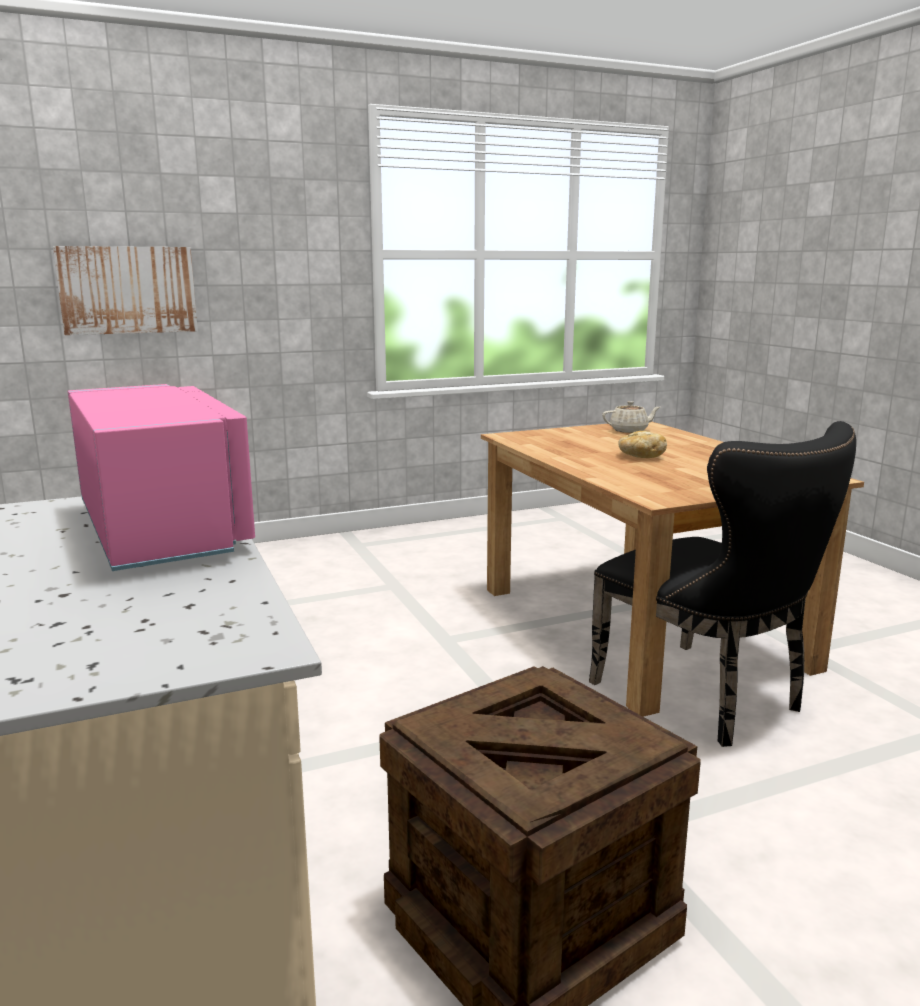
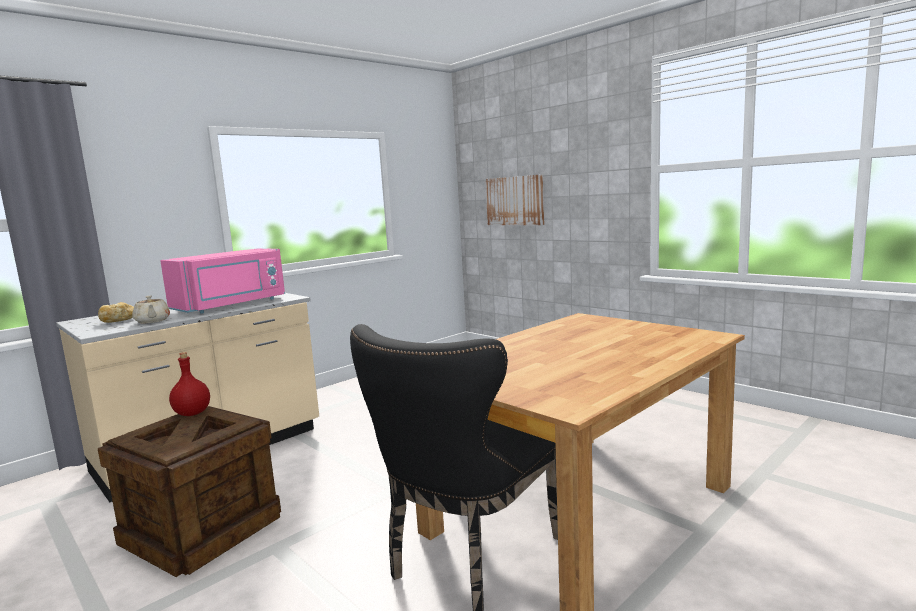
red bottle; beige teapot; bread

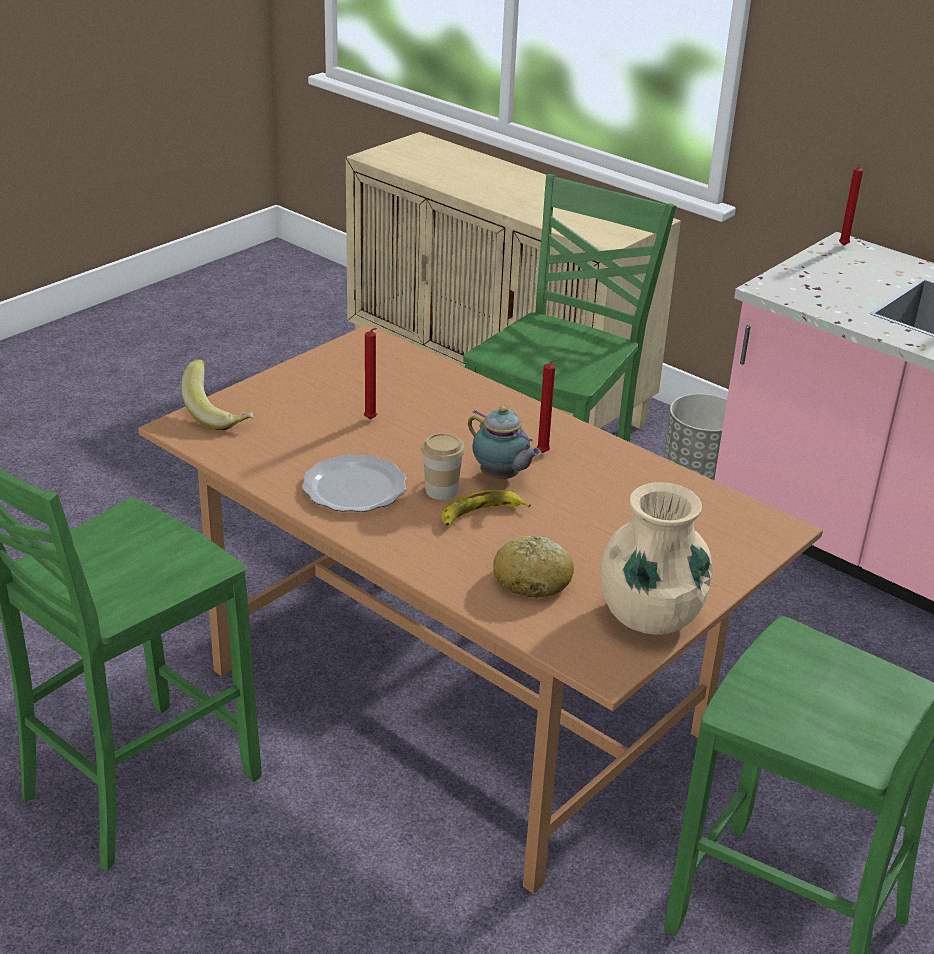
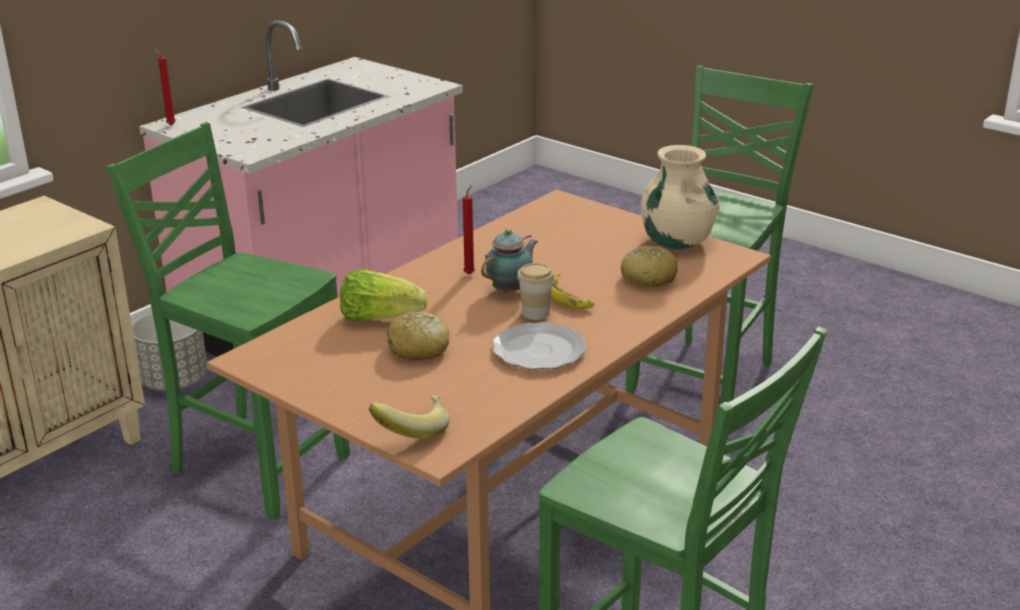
lettuce; bread (1st from left)

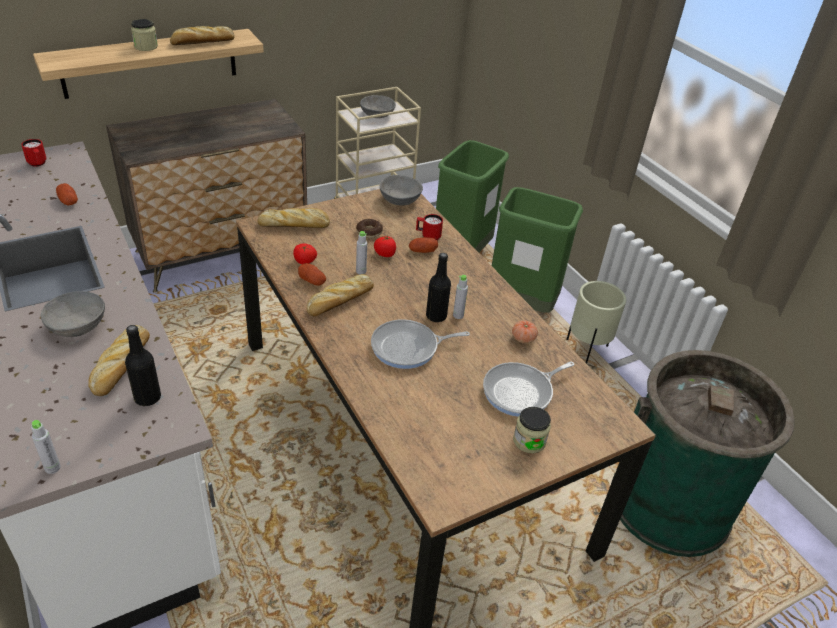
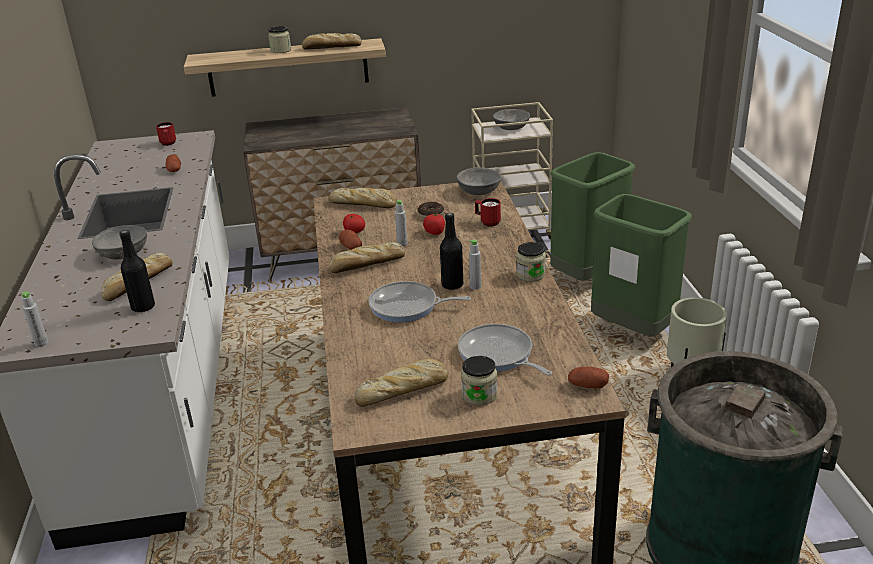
tomato (3rd from left in the first image); bread (5th from left); jar (3rd from left); potato (3rd from left); frying pan (2nd from left)

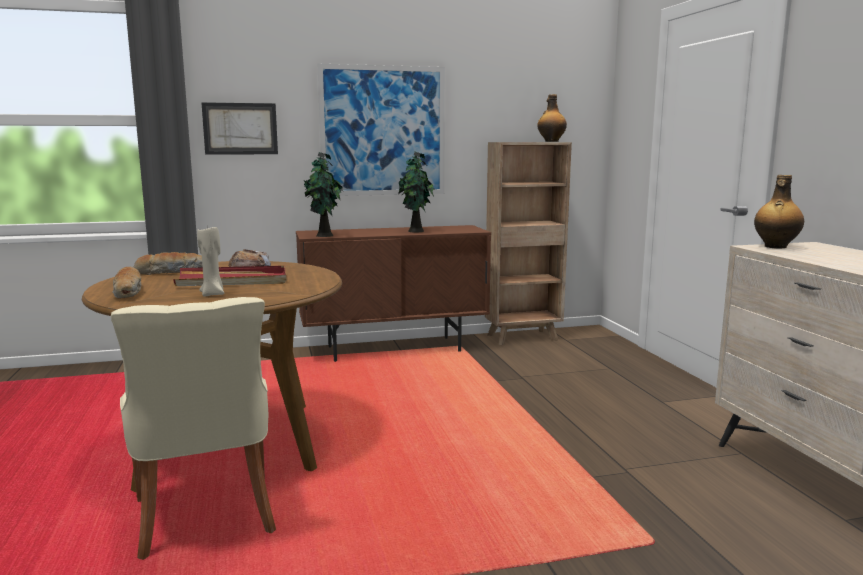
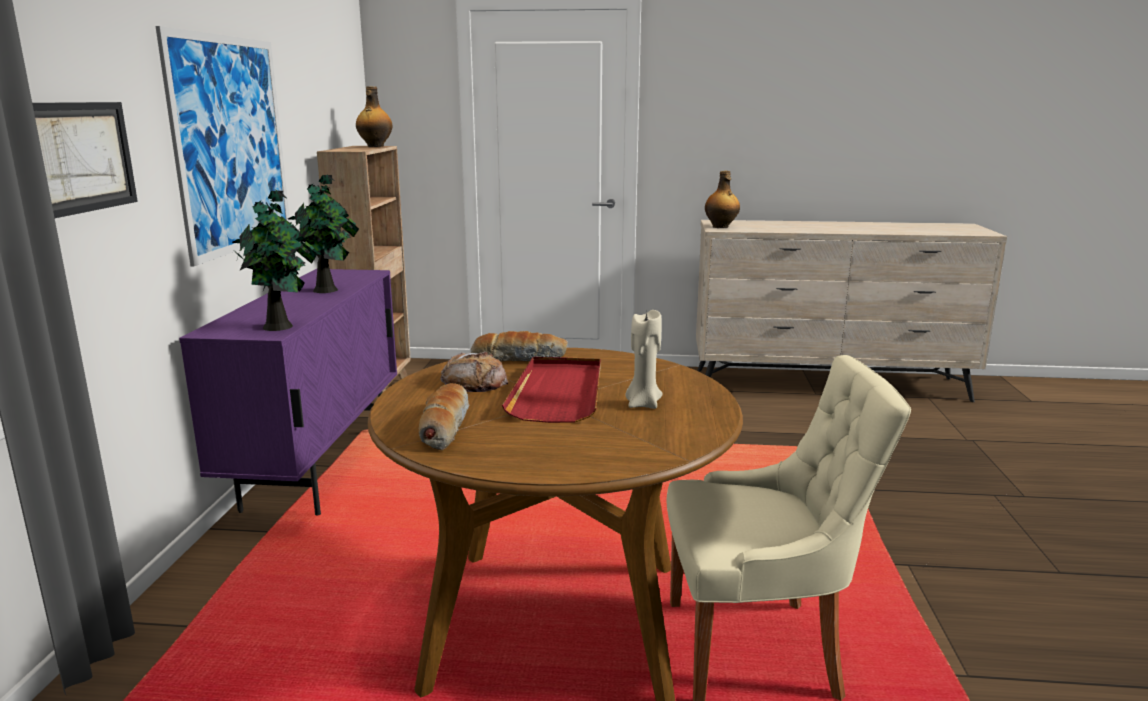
bread (3rd from left); purple cabinet

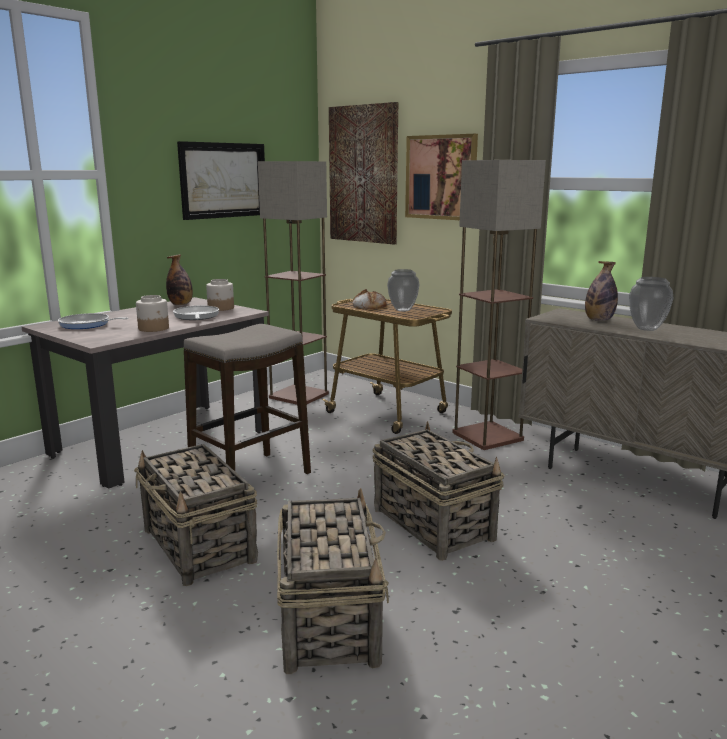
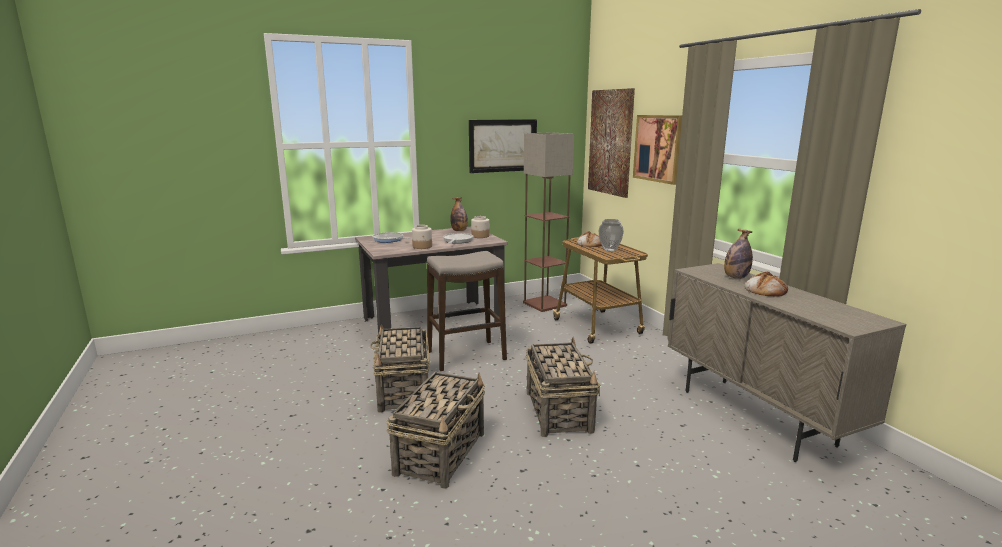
floor lamp (2nd from left in the first image); bread (2nd from left)

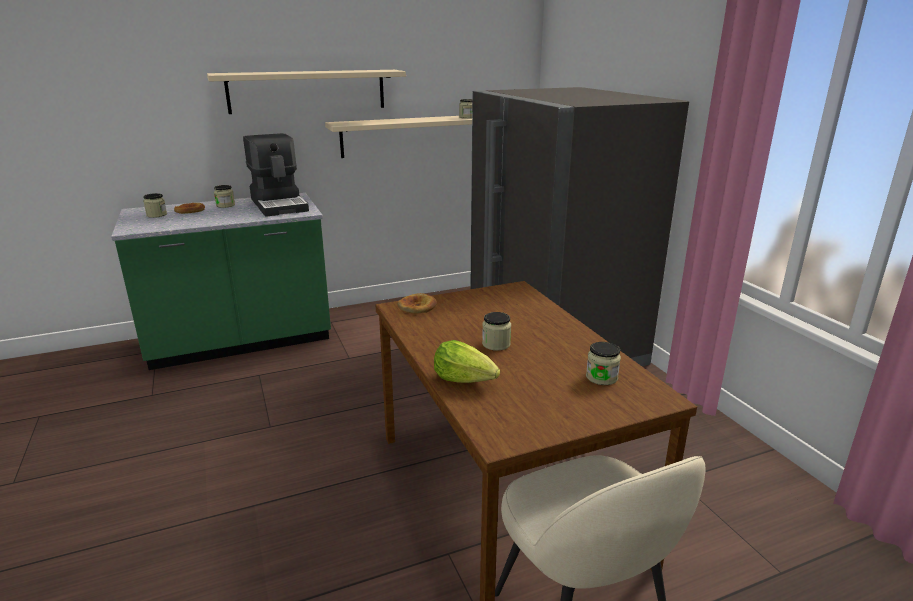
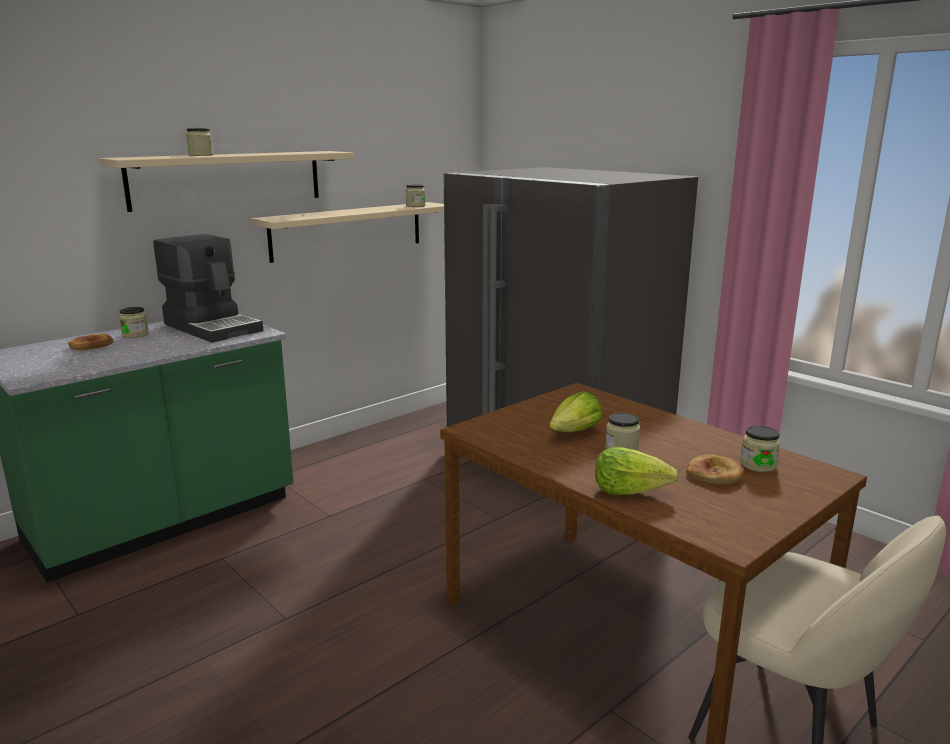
lettuce (1st from left); jar (2nd from left); bread (2nd from left)

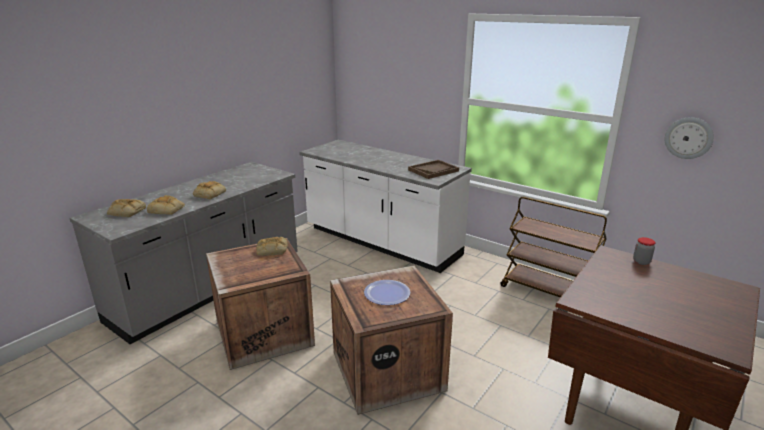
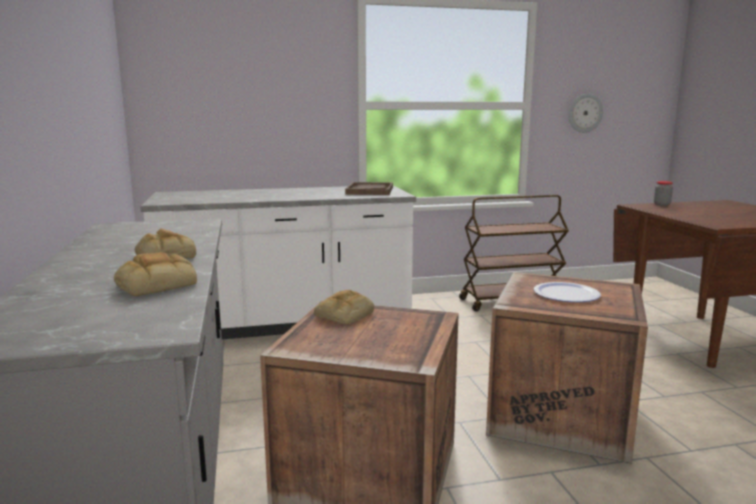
bread (1st from left in the first image)

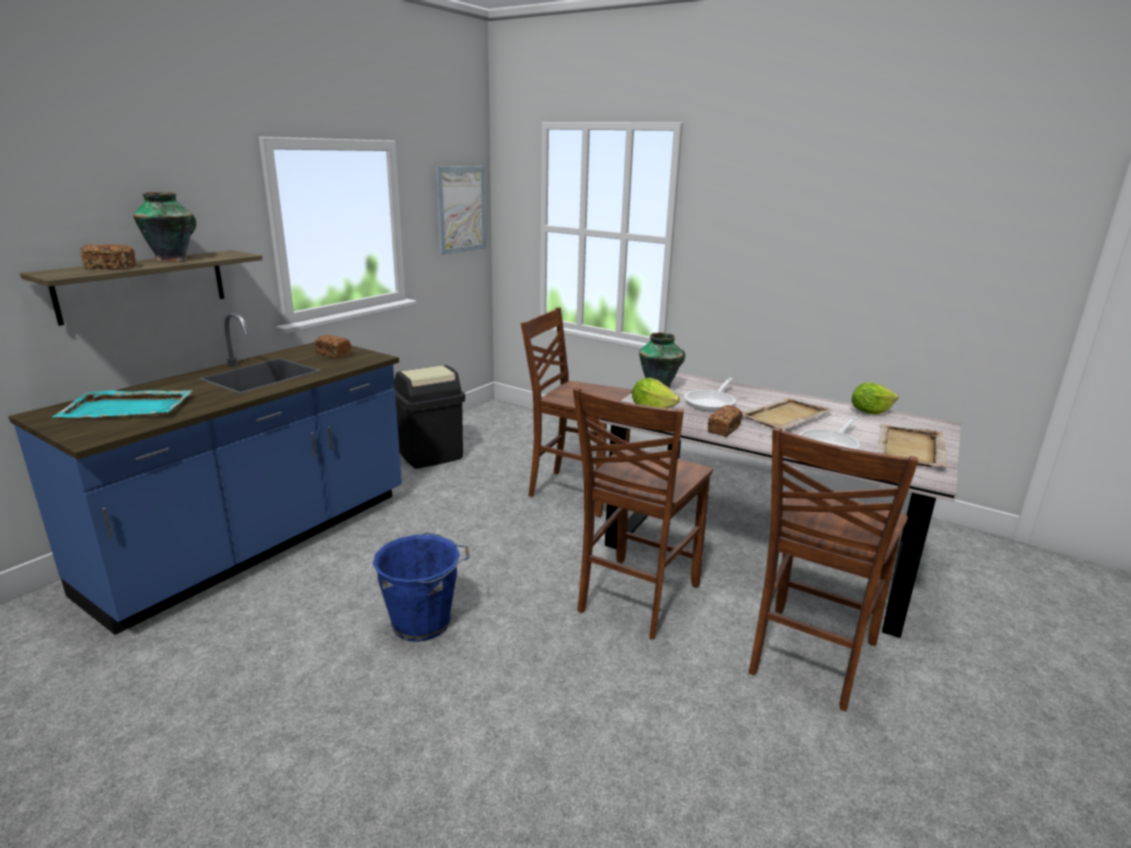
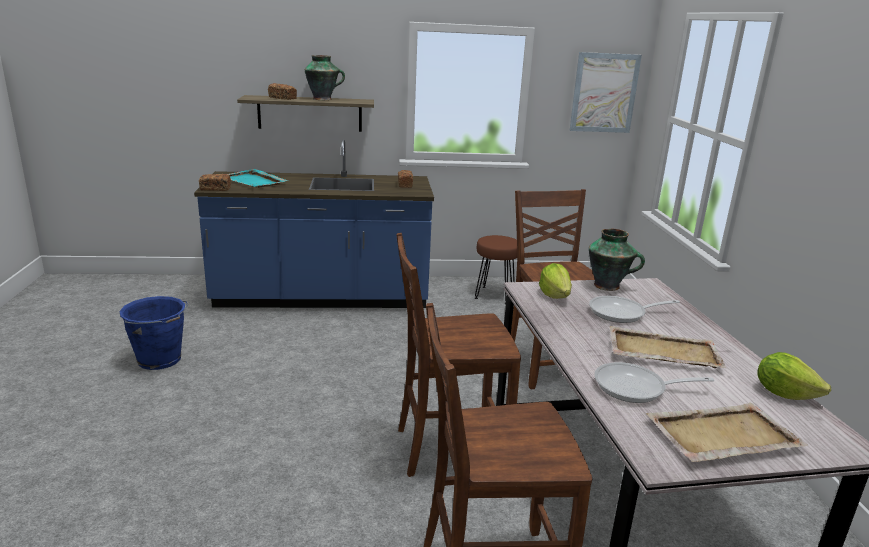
blue bucket; bread (1st from left); brown stool

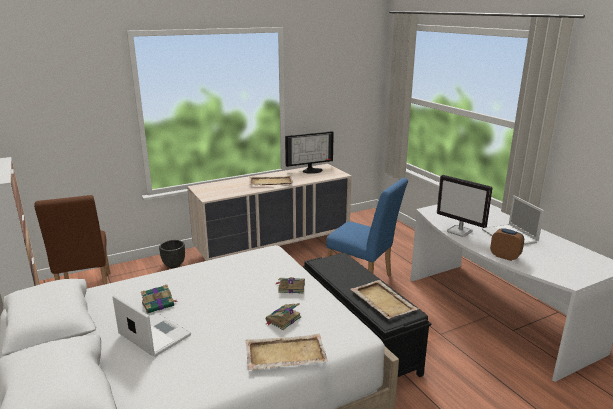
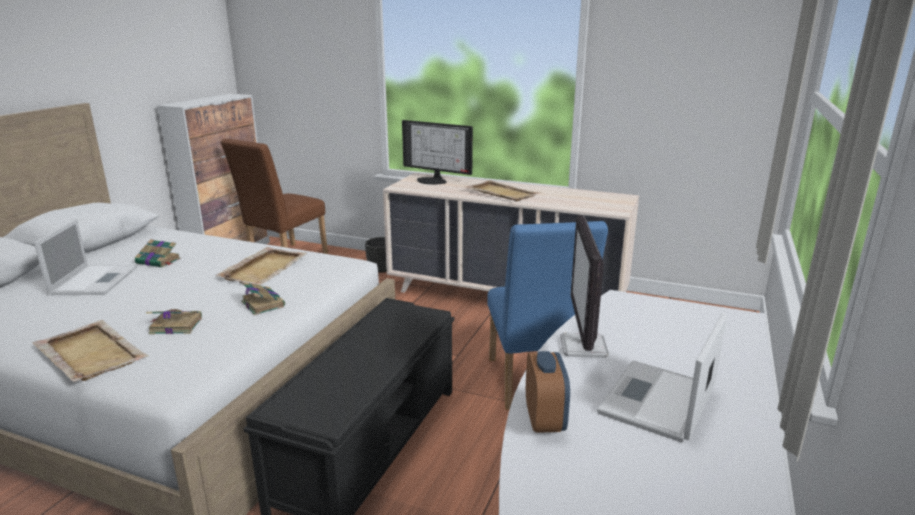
monitor (1st from left); beige tray (2nd from left)

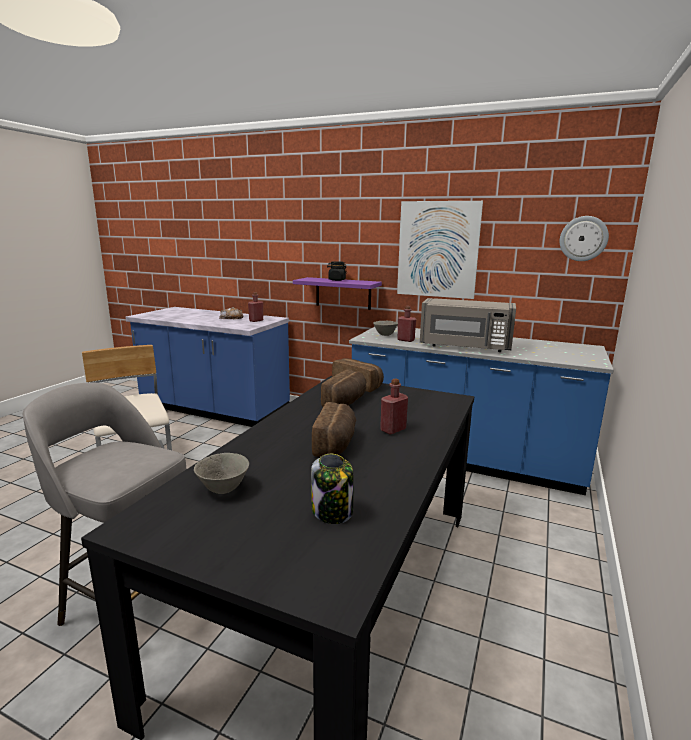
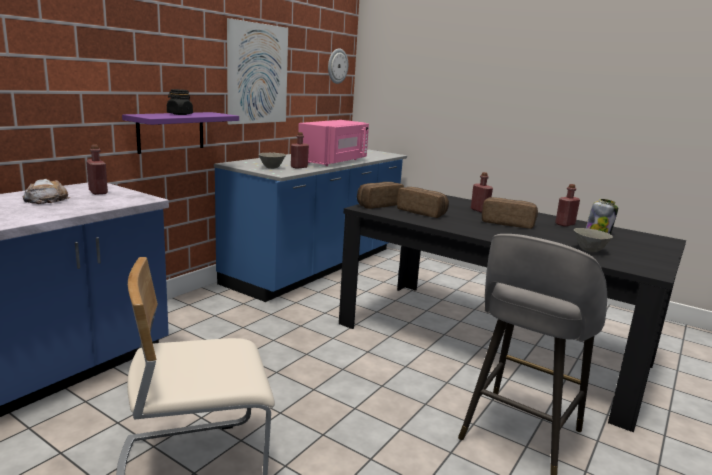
red bottle (4th from left); pink microwave

